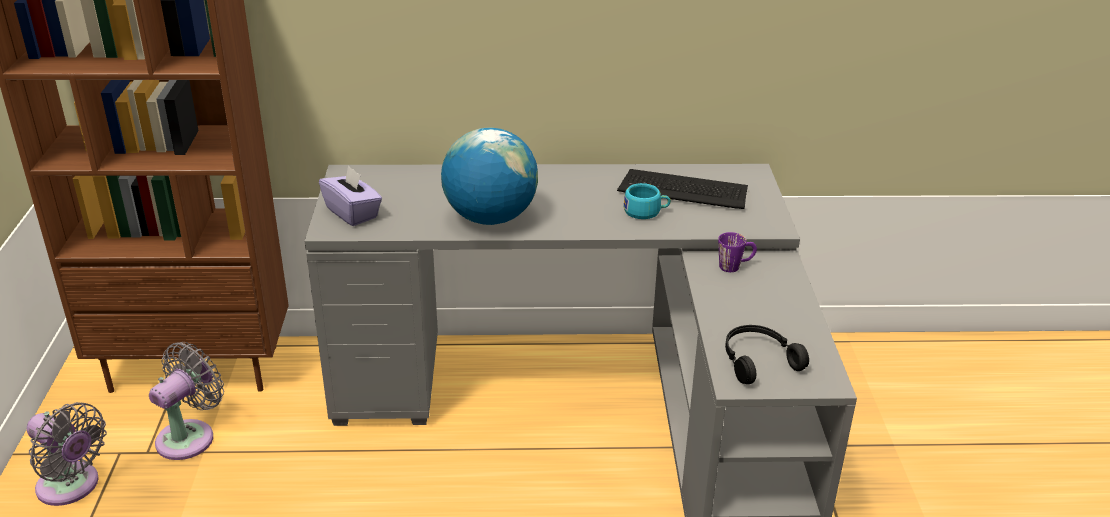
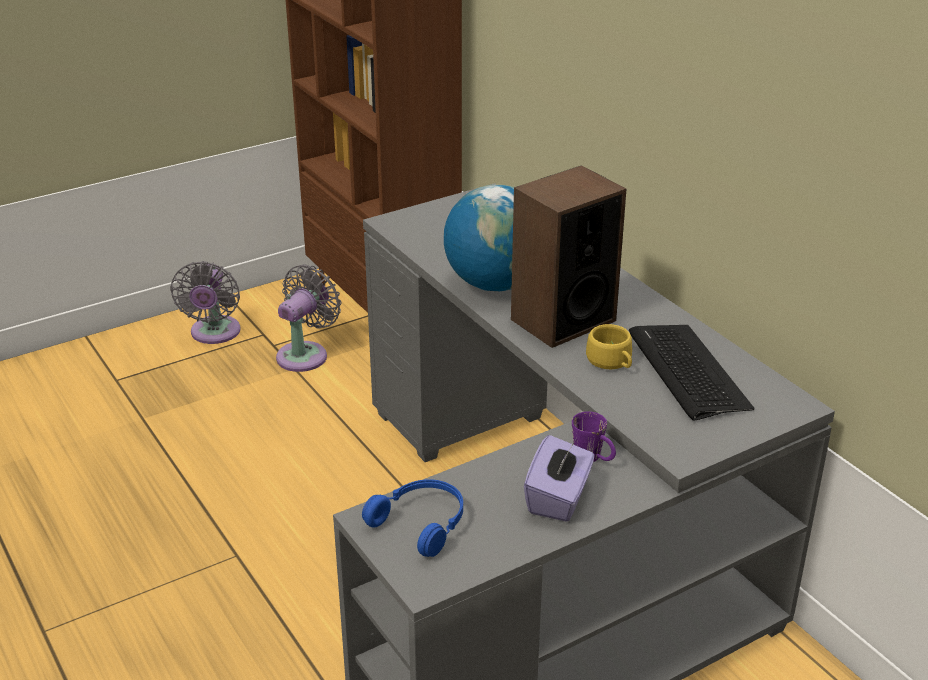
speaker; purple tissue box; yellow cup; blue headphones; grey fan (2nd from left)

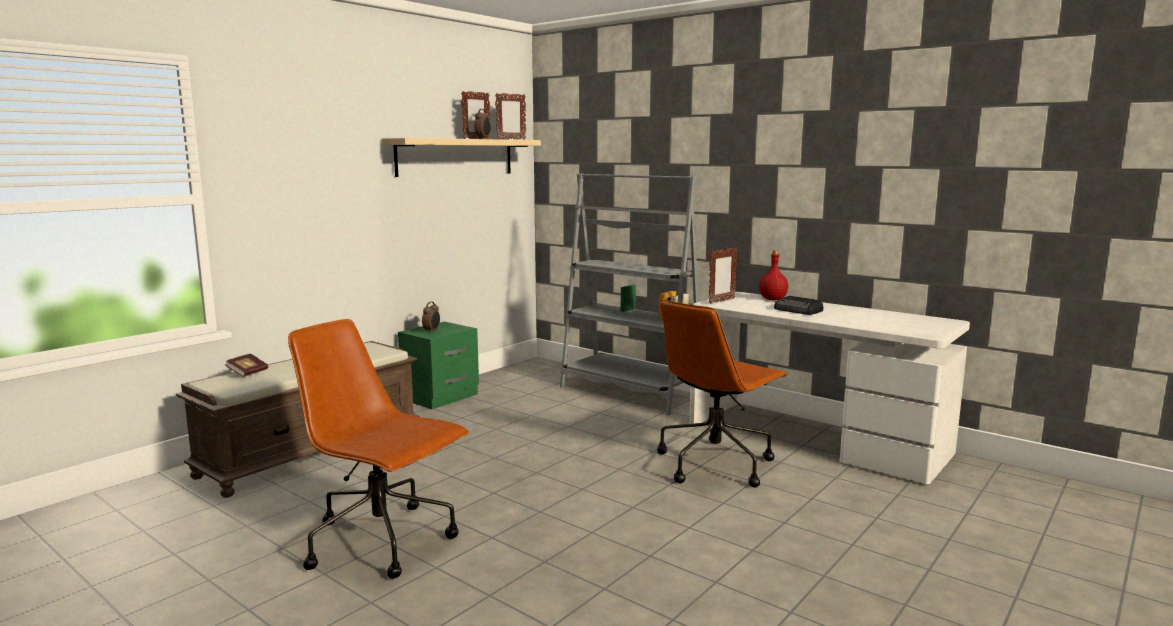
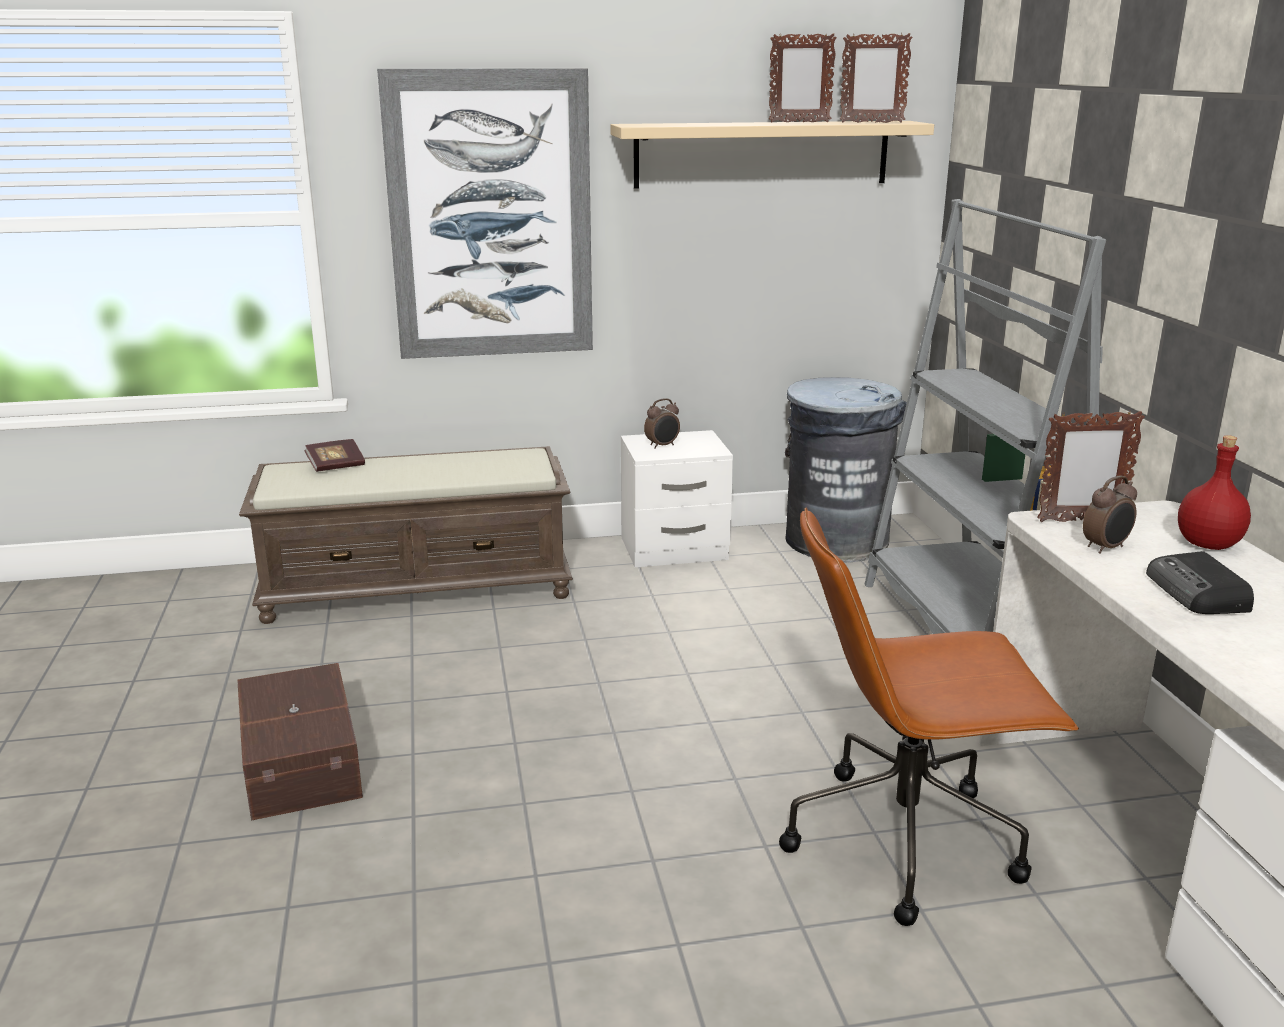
picture; grey trash can; alarm clock (2nd from left); brown storage box; white nightstand

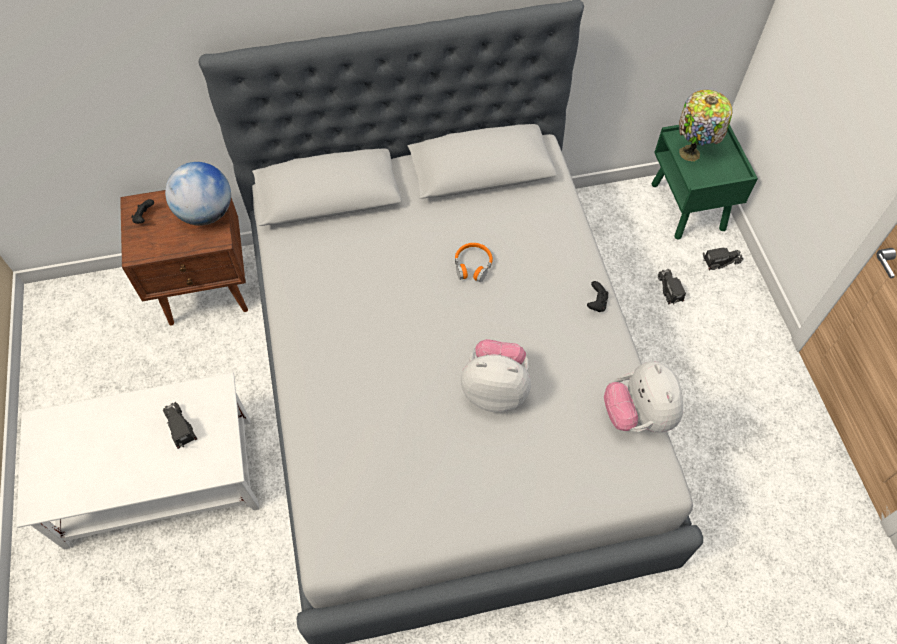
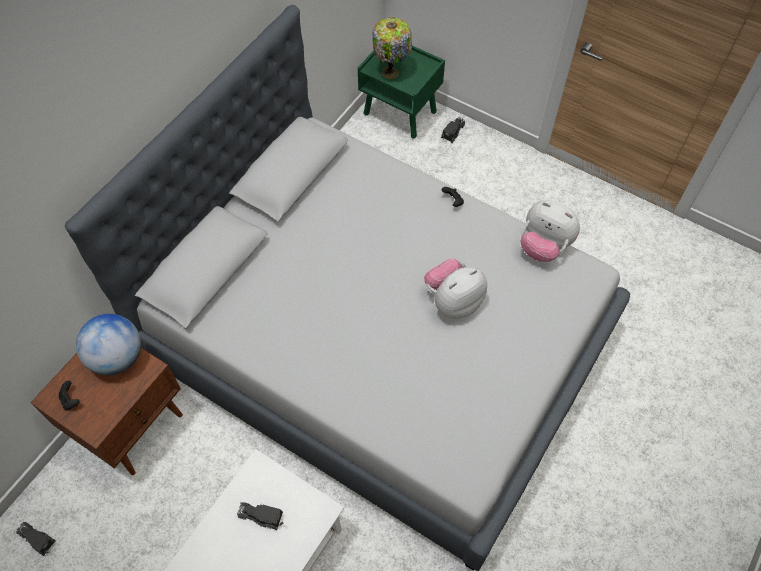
orange headphones; toy truck (1st from left)

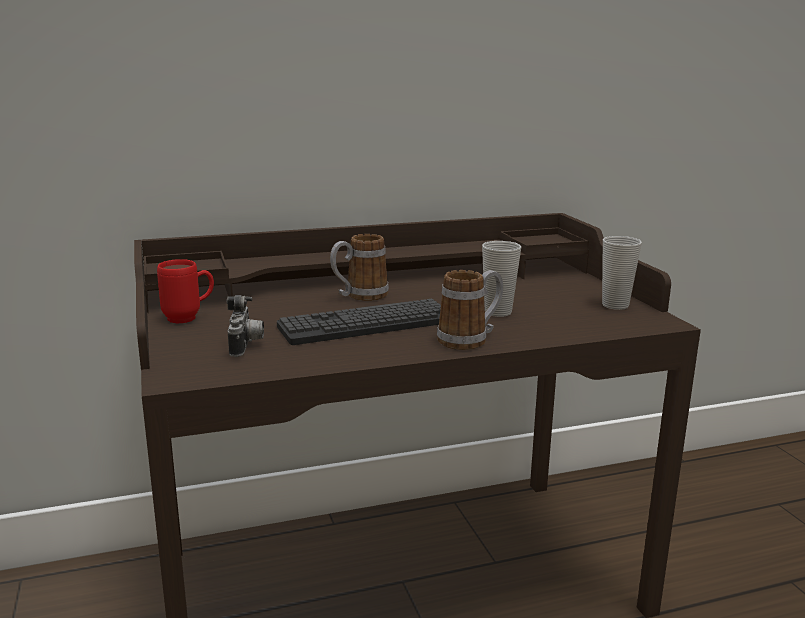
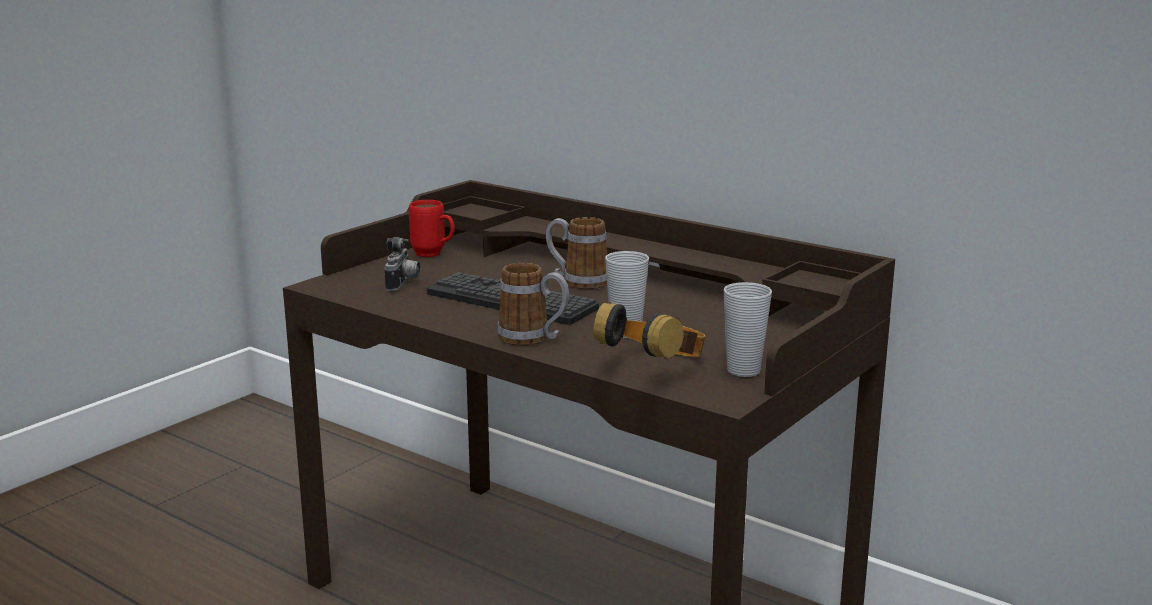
headphones; photo camera

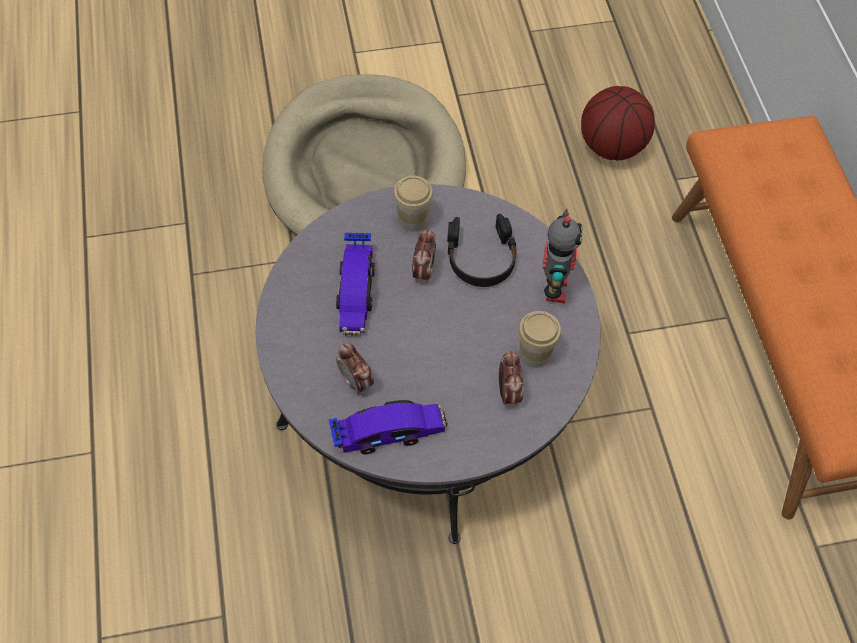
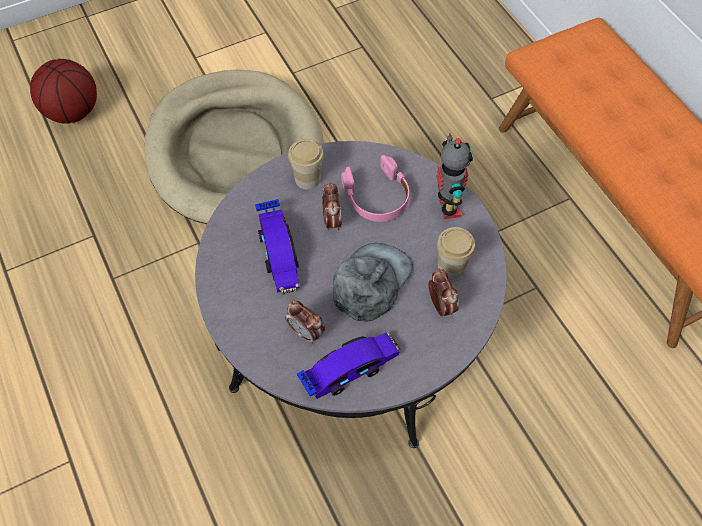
grey cap; basketball; pink headphones

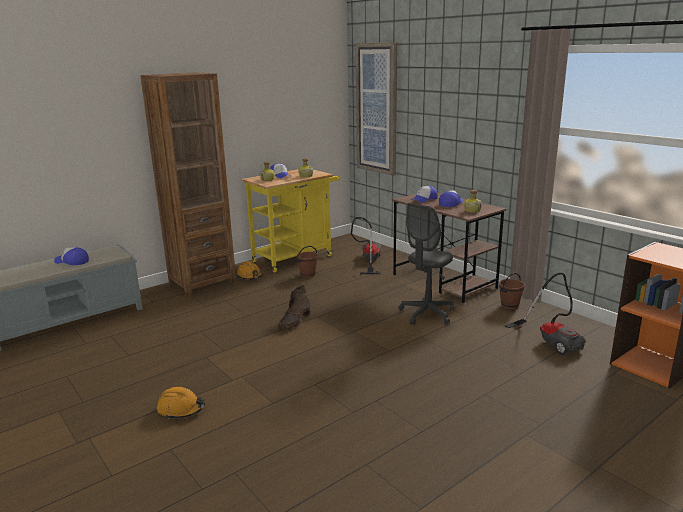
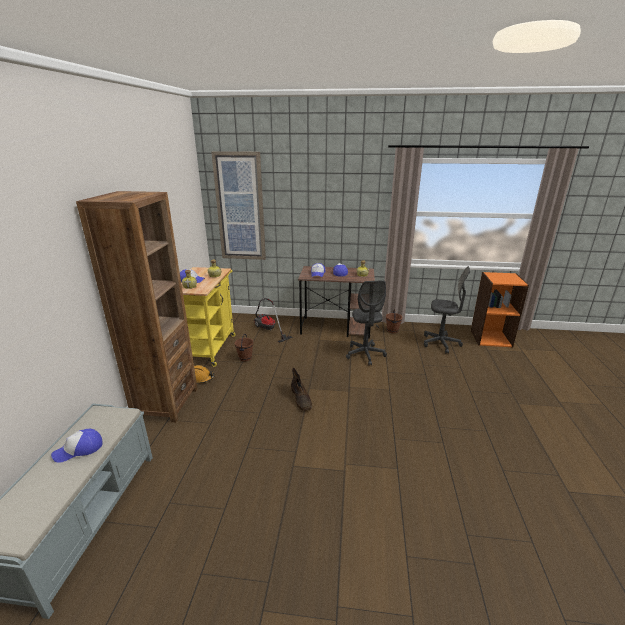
orange hard hat (1st from left in the first image); grey office chair (2nd from left)

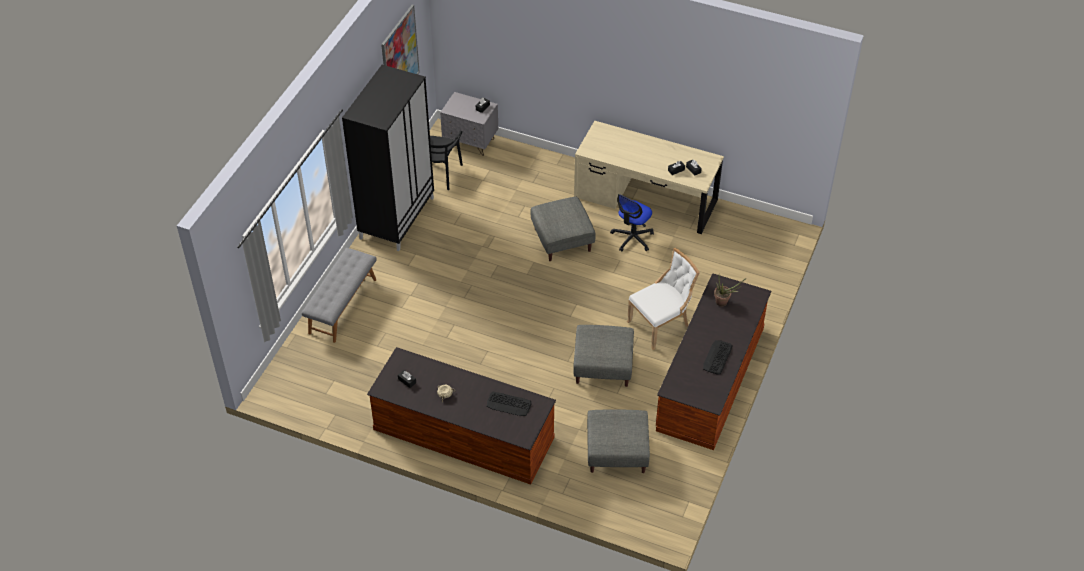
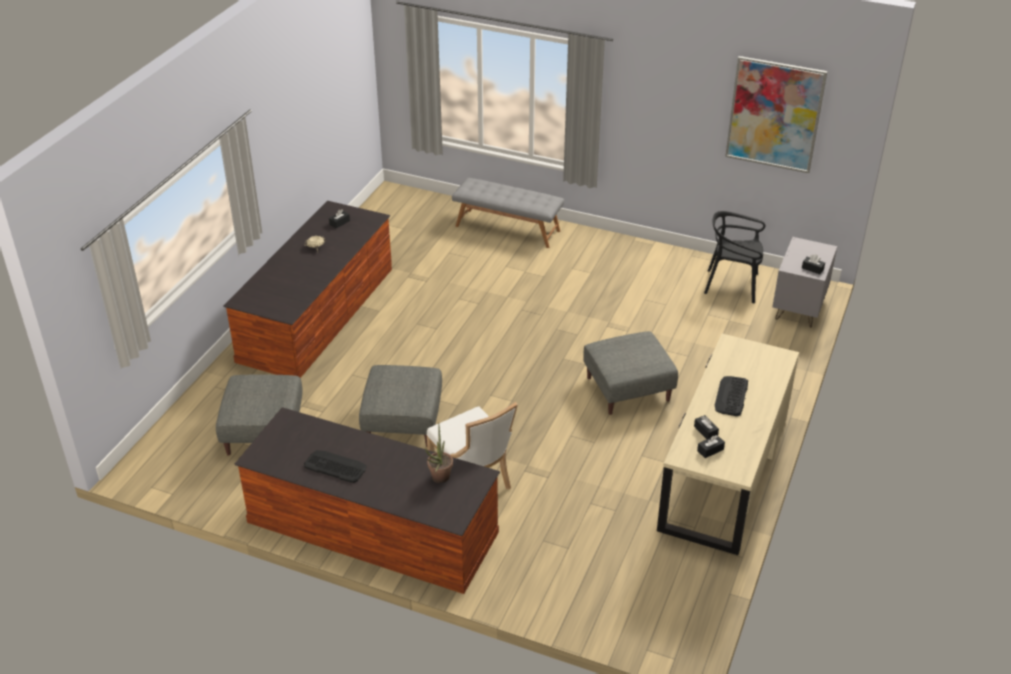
black wardrobe; office chair; keyboard (2nd from left)

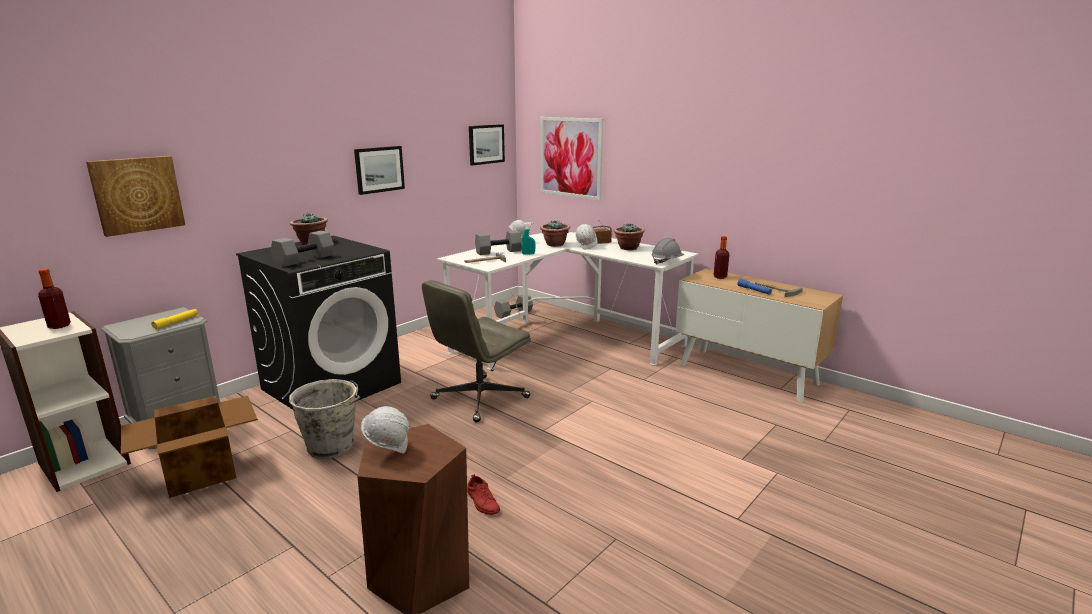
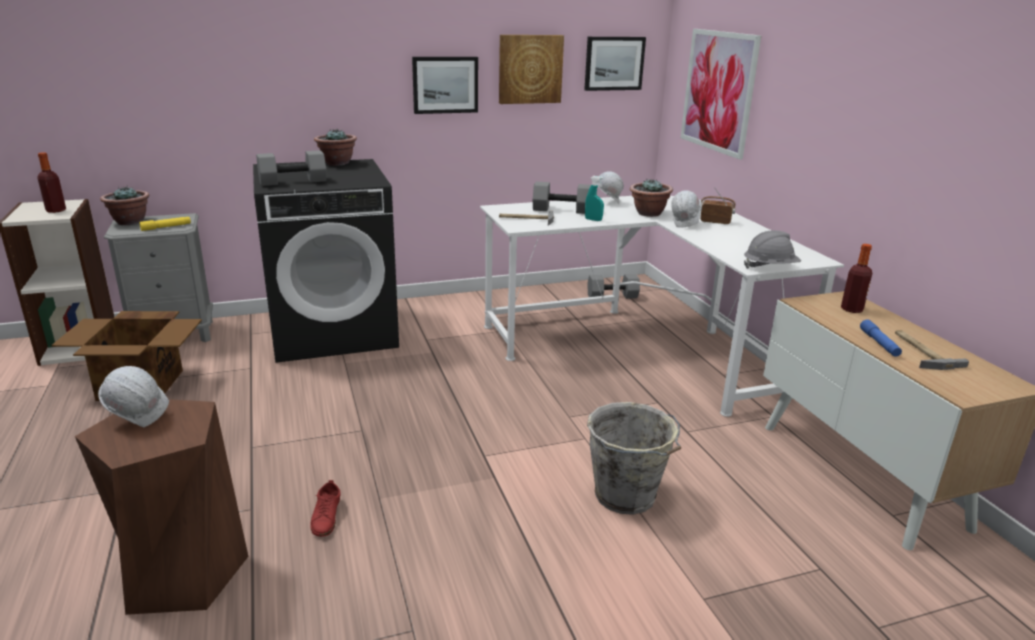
grey office chair; picture (2nd from left); grey bucket; potted plant (1st from left)

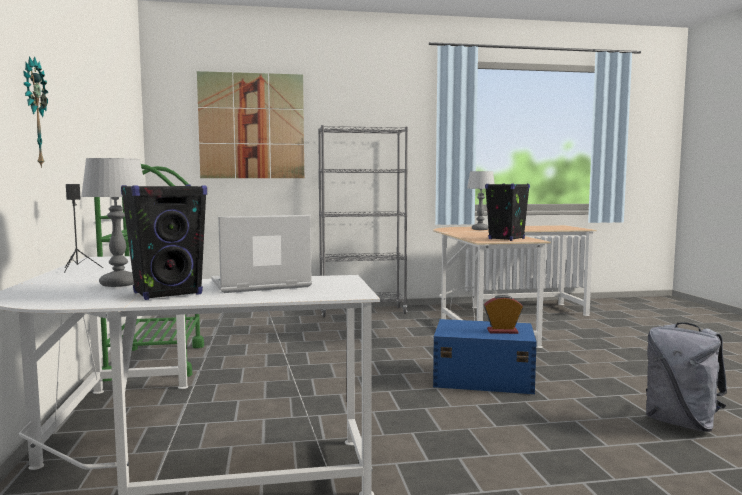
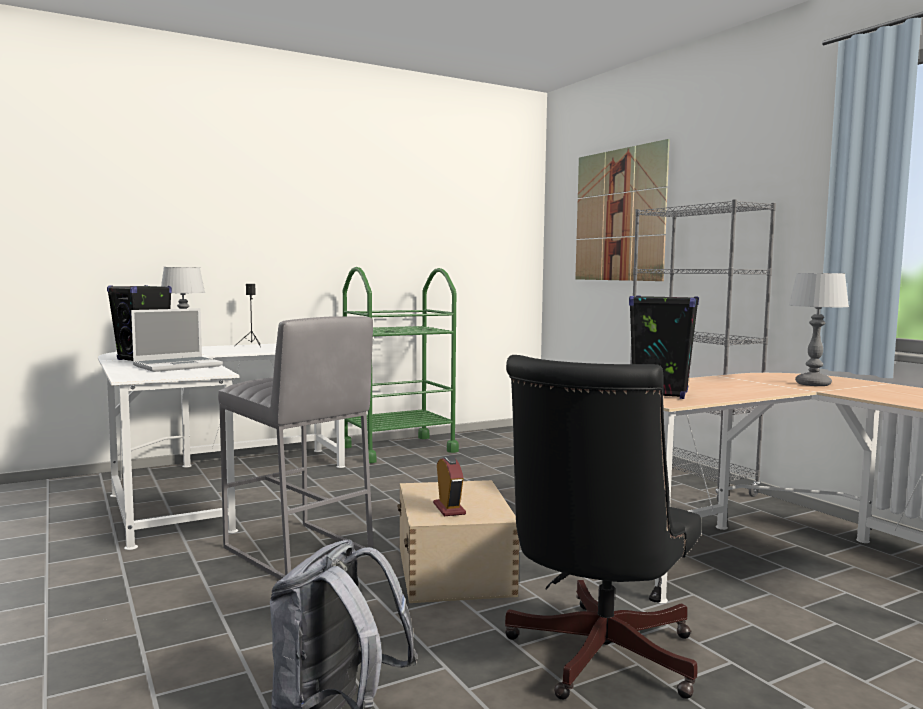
wall clock; grey stool; black office chair; beige storage box; laptop

